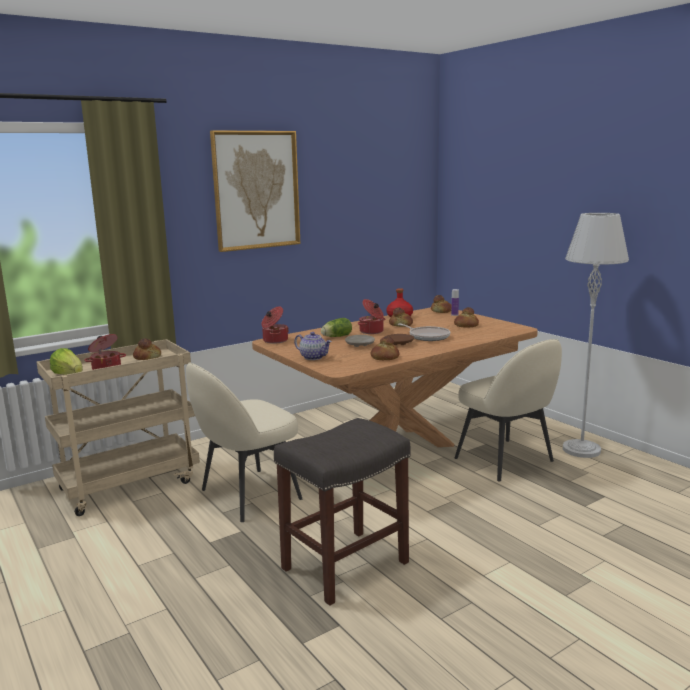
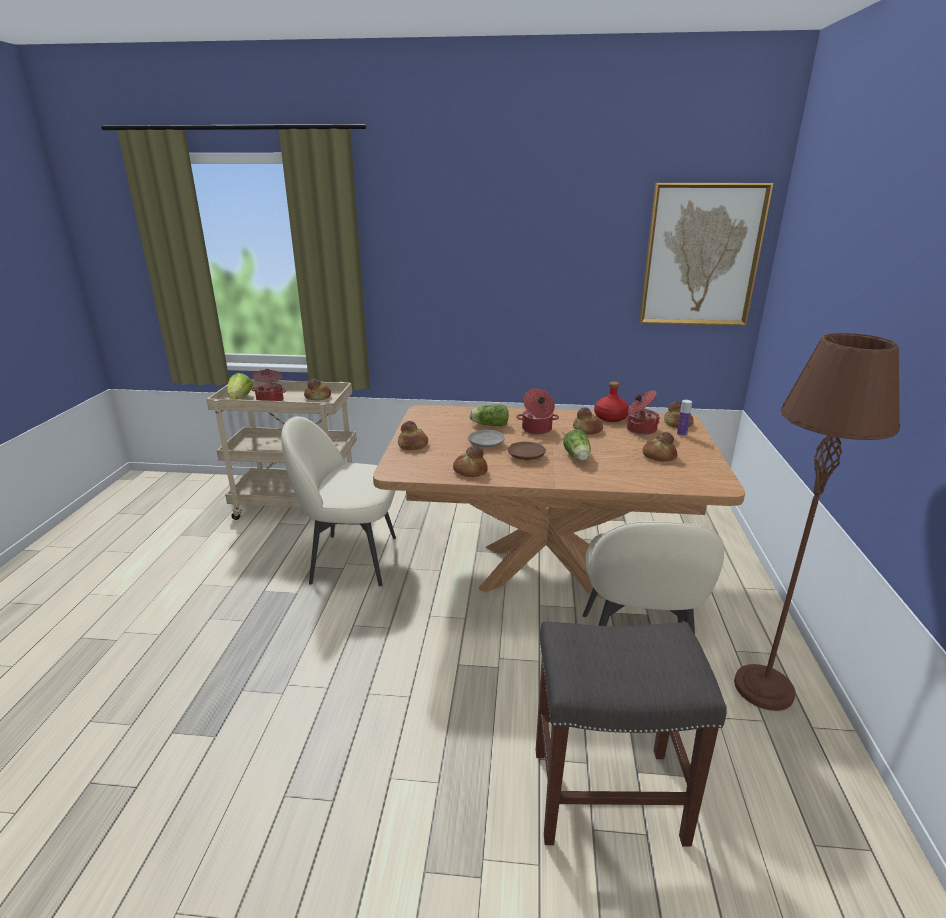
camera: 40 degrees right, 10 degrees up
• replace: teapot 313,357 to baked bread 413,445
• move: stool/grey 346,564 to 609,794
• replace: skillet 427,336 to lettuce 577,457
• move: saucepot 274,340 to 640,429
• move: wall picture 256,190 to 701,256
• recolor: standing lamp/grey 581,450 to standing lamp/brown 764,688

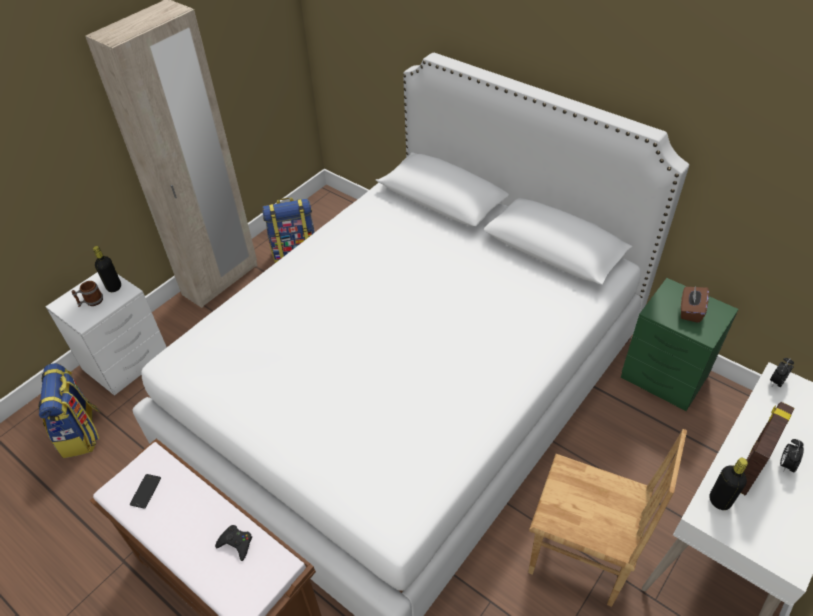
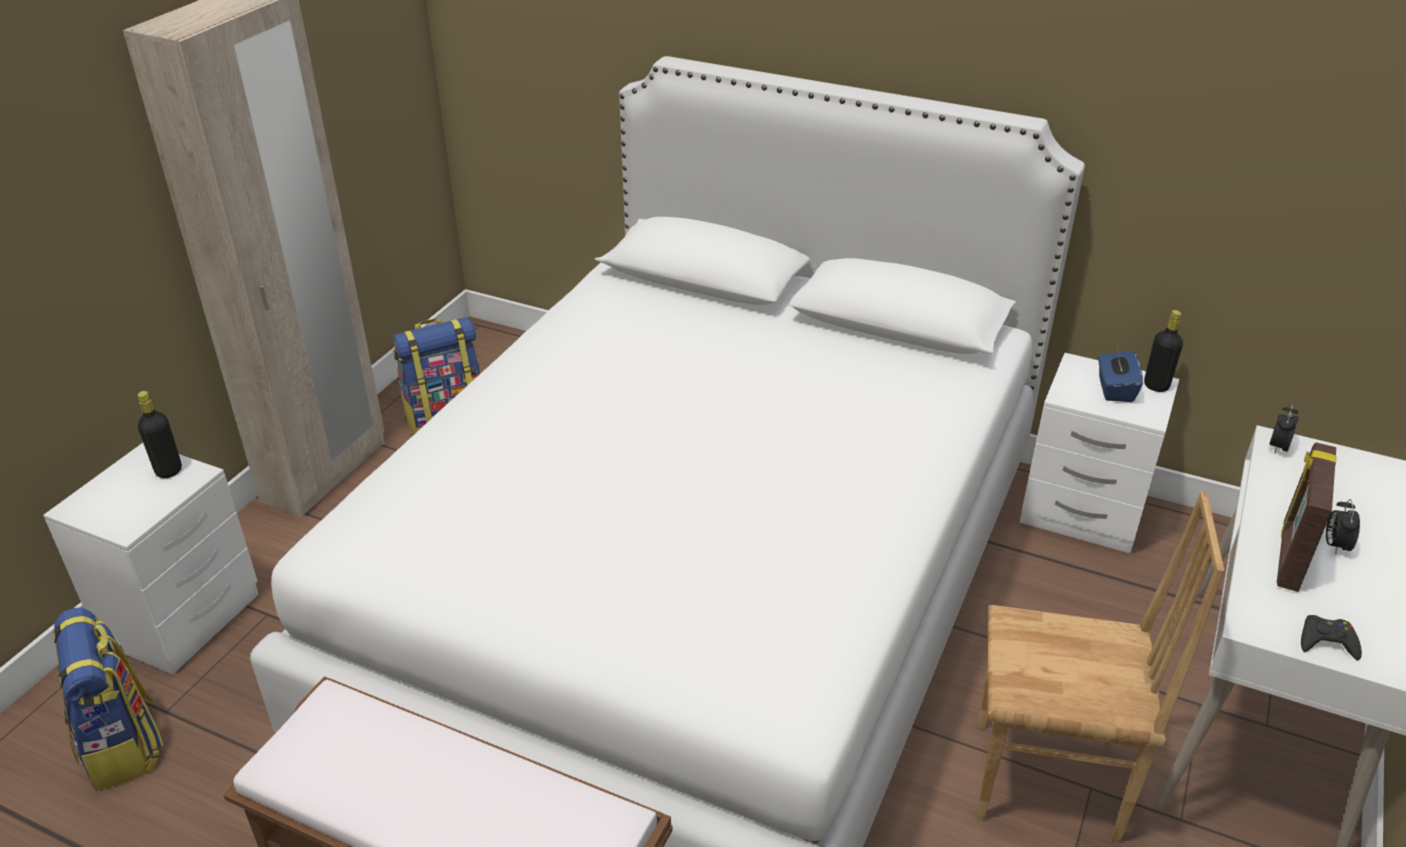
camera: 15 degrees left, 10 degrees down
• recolor: nightstand/green 665,378 to nightstand/white-coloured 1084,514
• recolor: tissue holder/brown 690,311 to tissue holder/blue-coloured 1114,389
• move: drink bottle/blackish 719,501 to 1156,385
• move: game controller/blackish 236,543 to 1326,642
• delete: mug 91,302
• delete: handset 146,491

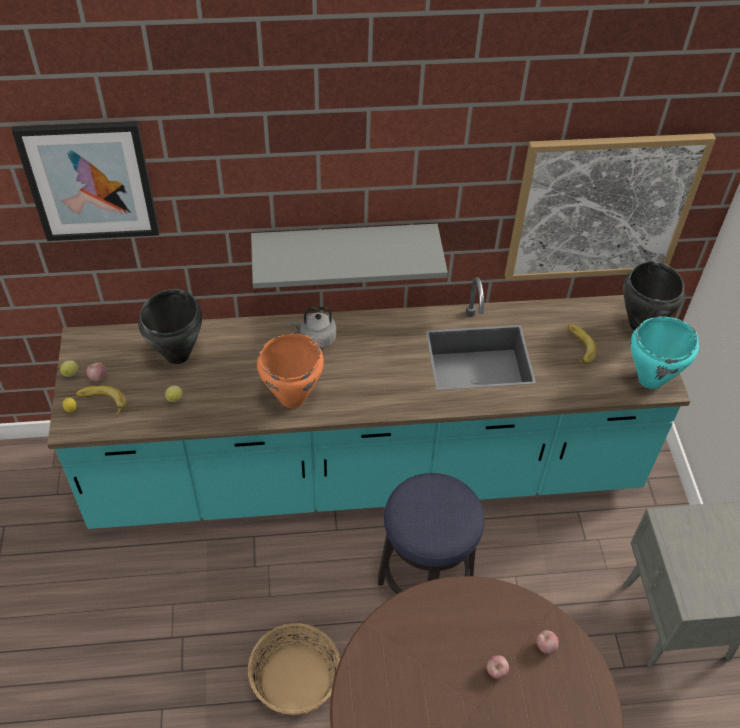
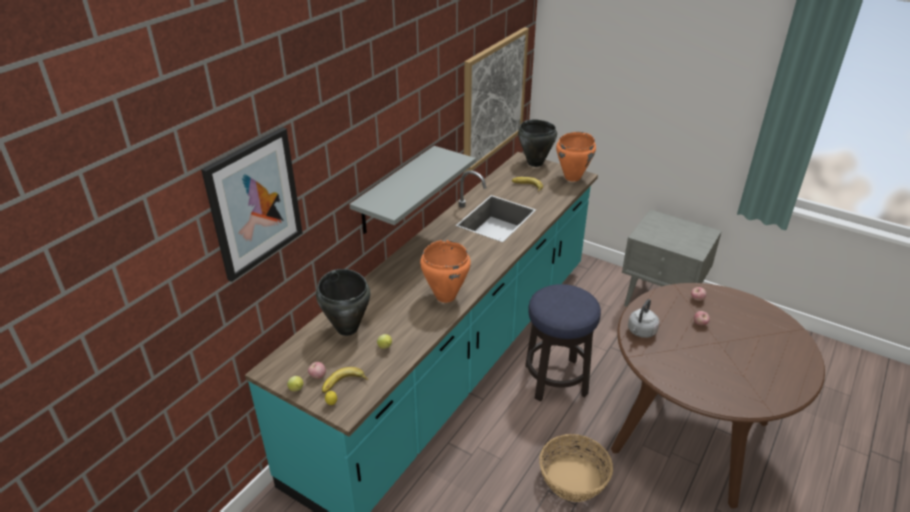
camera: 50 degrees left, 15 degrees down
• recolor: saucepot/turquoise 651,380 to saucepot/orange-coloured 573,177
• move: kettle/grey 316,338 to 641,332

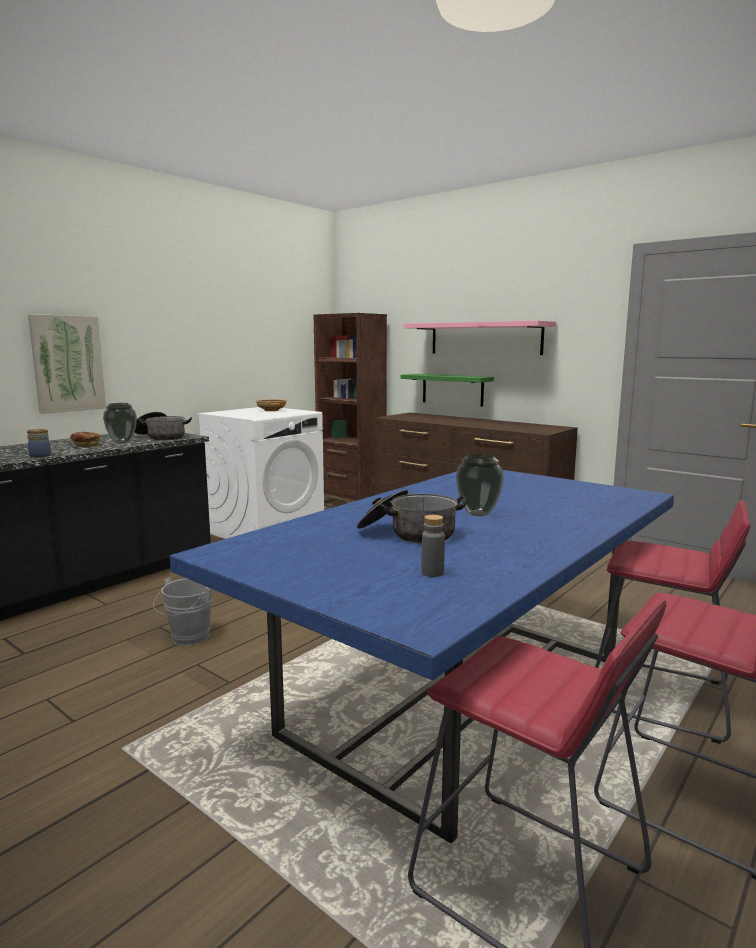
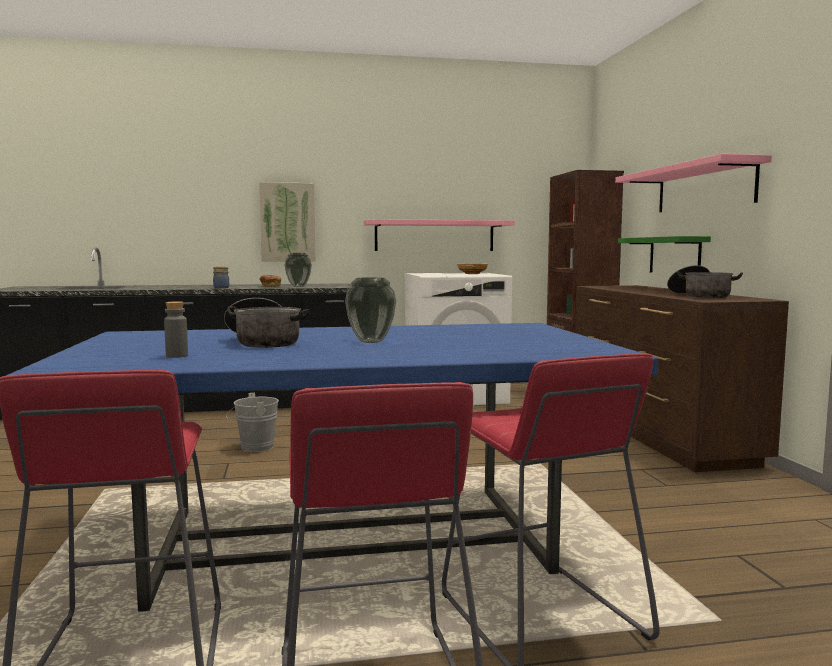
camera: 40 degrees right, 5 degrees down
• insert: bracket shelf/pink 434,236
• move: saucepot 161,437 to 700,296

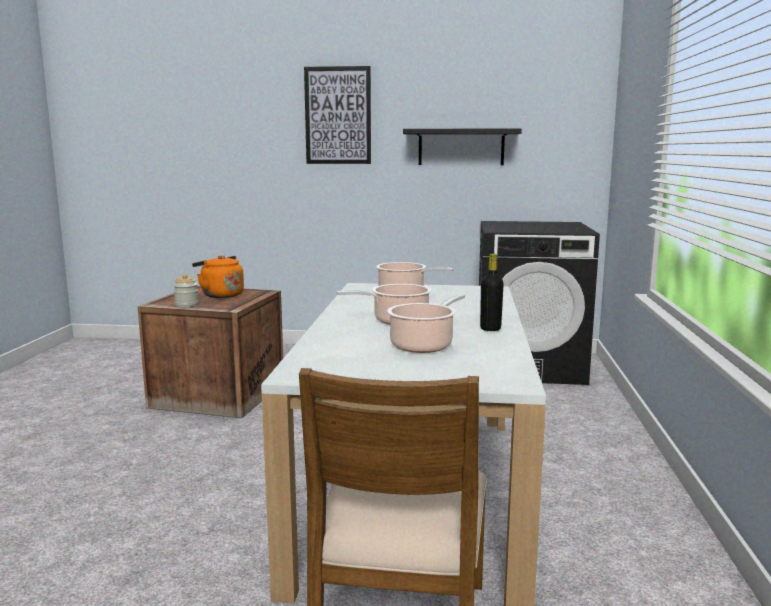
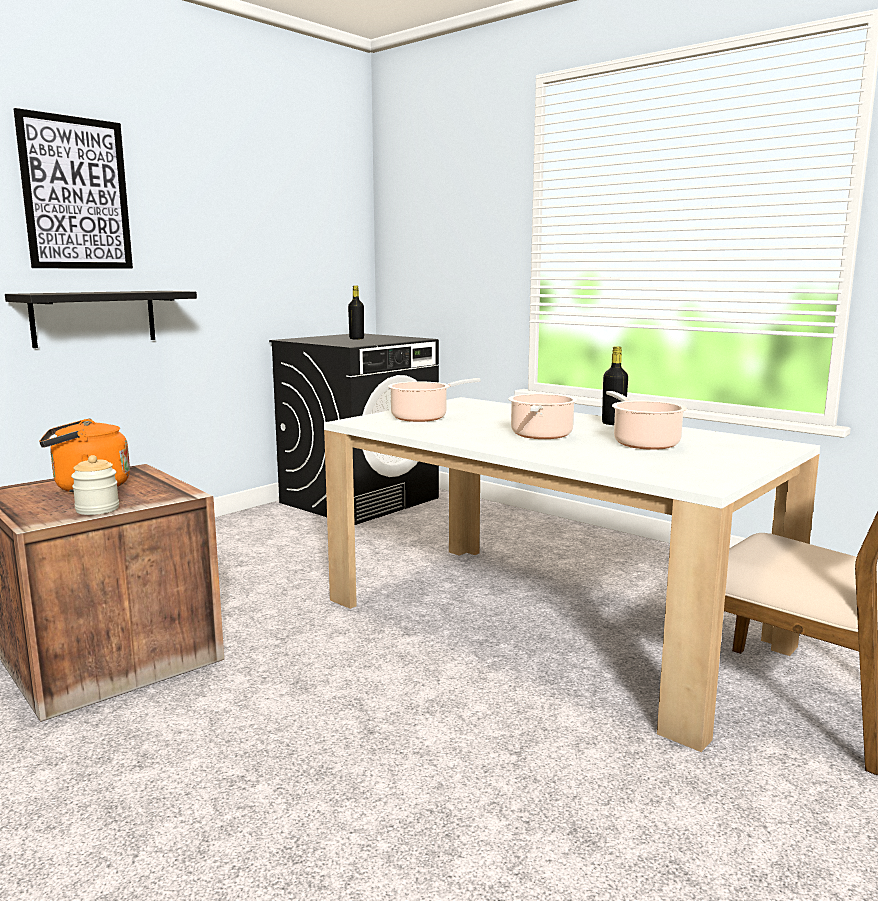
camera: 55 degrees left, 0 degrees up
• move: bracket shelf/blackish 461,147 to 94,318
• insert: drink bottle/blackish 356,339

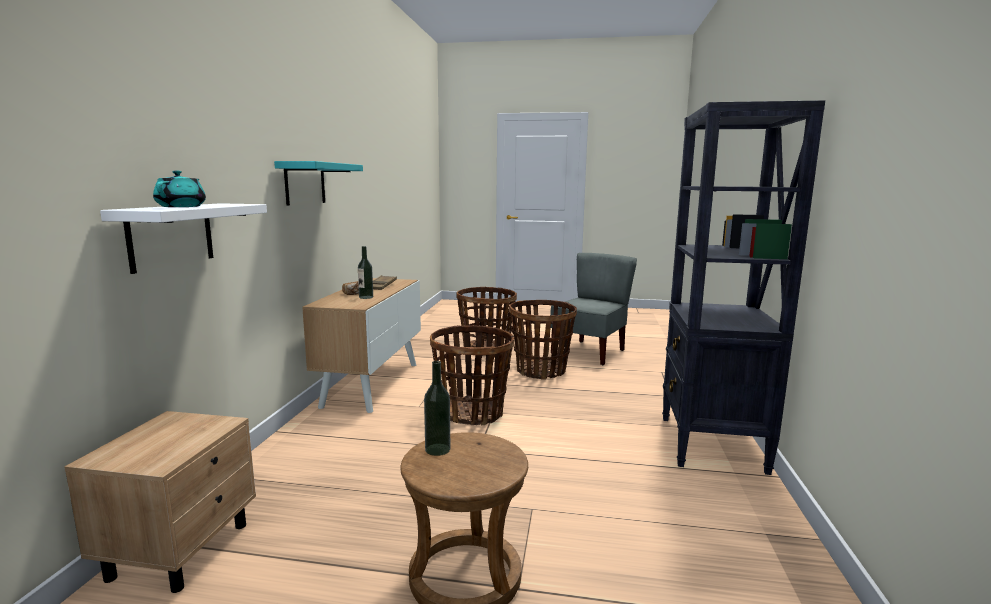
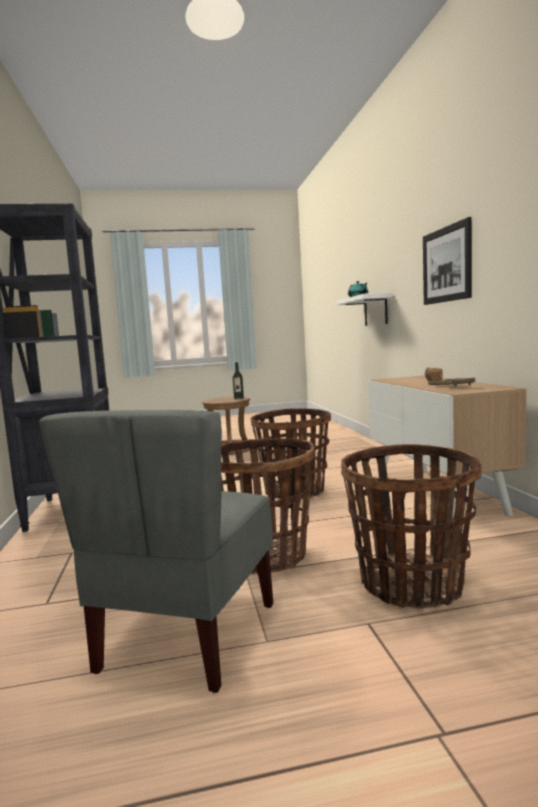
camera: 160 degrees right, 5 degrees down
• replace: bracket shelf/turquoise 305,183 to wall picture 446,264
• delete: nightstand/beige 182,549
• delete: drink bottle 366,297

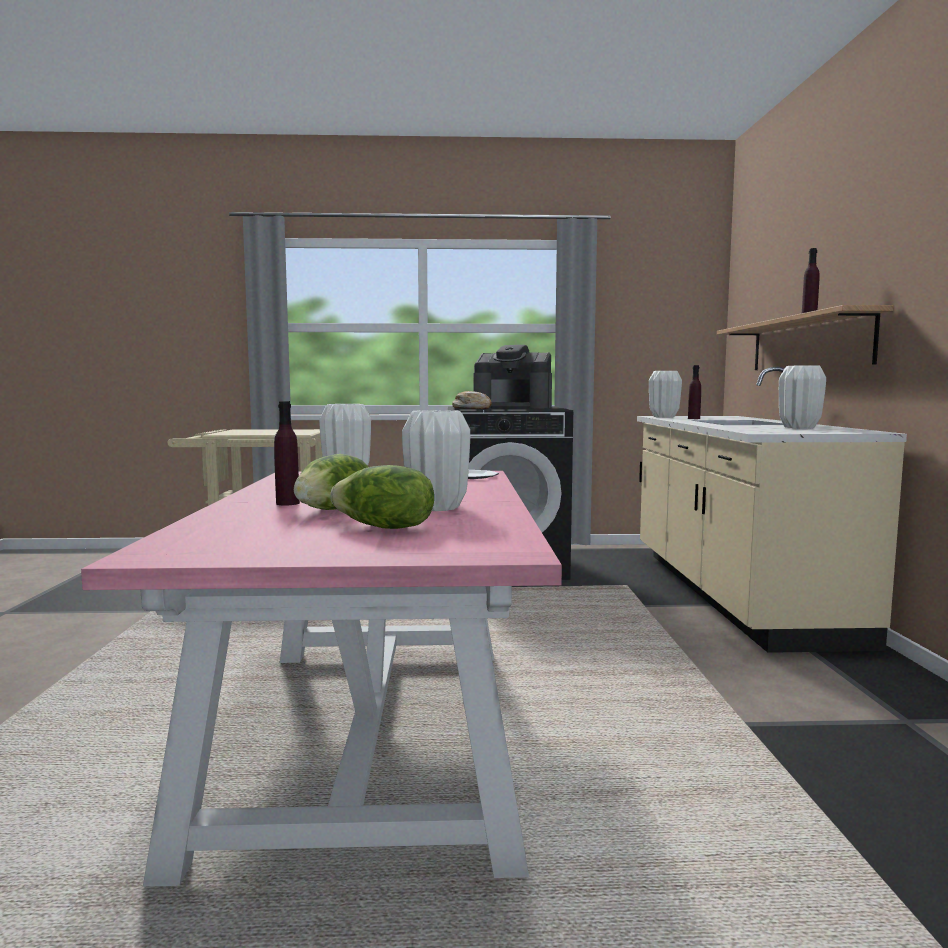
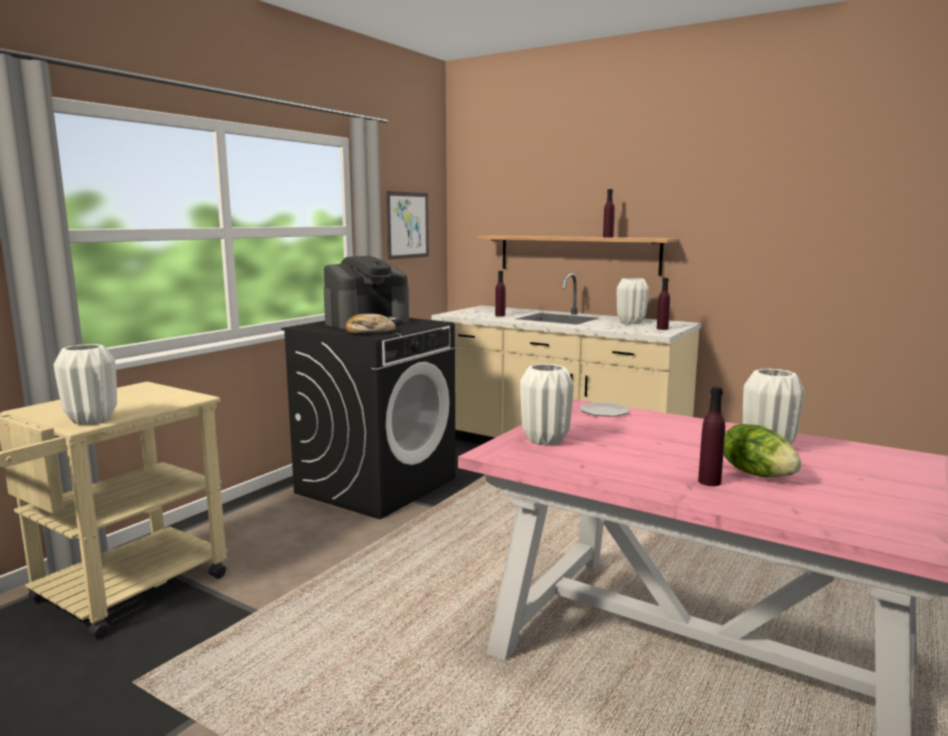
camera: 55 degrees left, 5 degrees up
• move: vase/white-coloured 663,417 to 91,420
• insert: wall picture 407,225
• insert: drink bottle/purple 662,328
• delete: lettuce 384,528

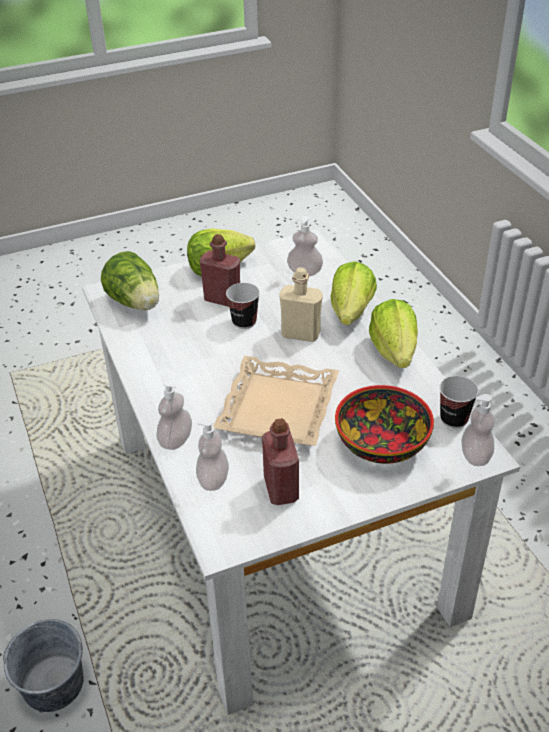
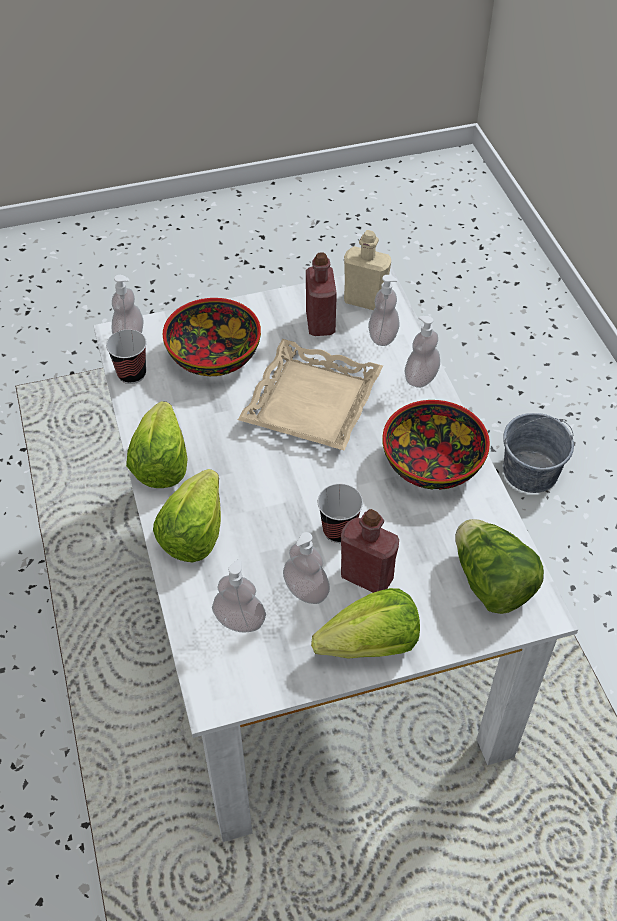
camera: 175 degrees left, 10 degrees up
• insert: soap dispenser 306,590
• move: drink bottle/beige 300,334 to 365,301
• insert: serving bowl 433,464

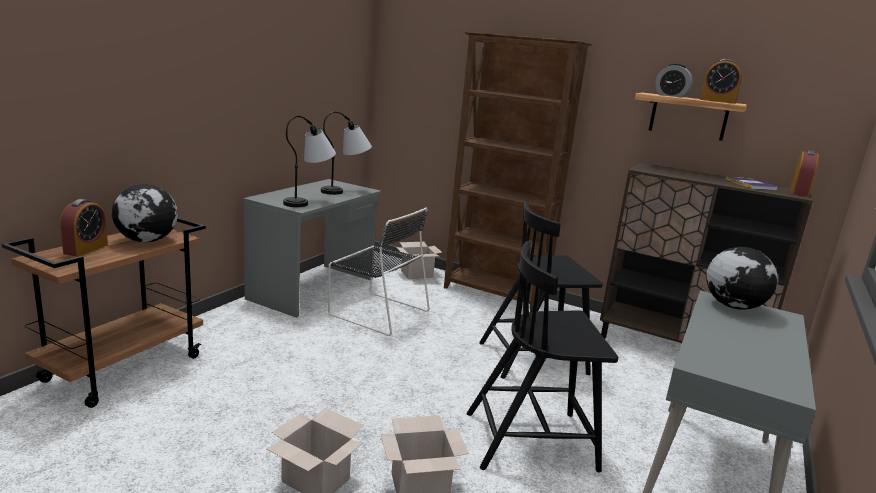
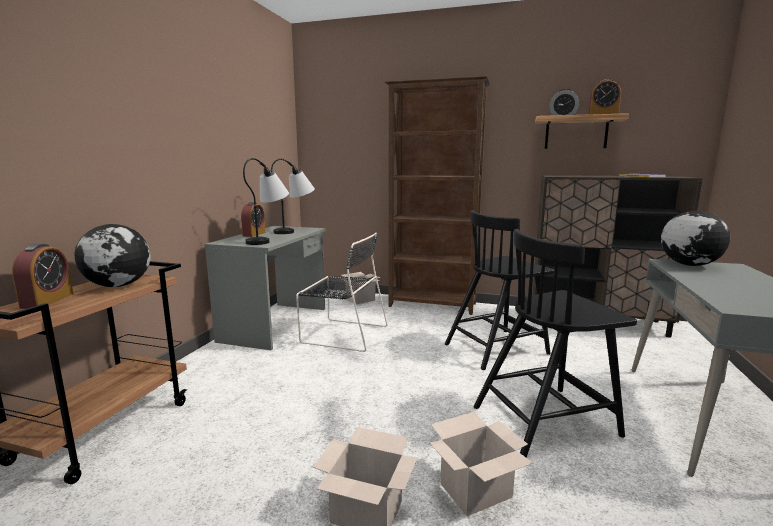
camera: 10 degrees left, 5 degrees down
• move: alarm clock 798,192 to 254,234

